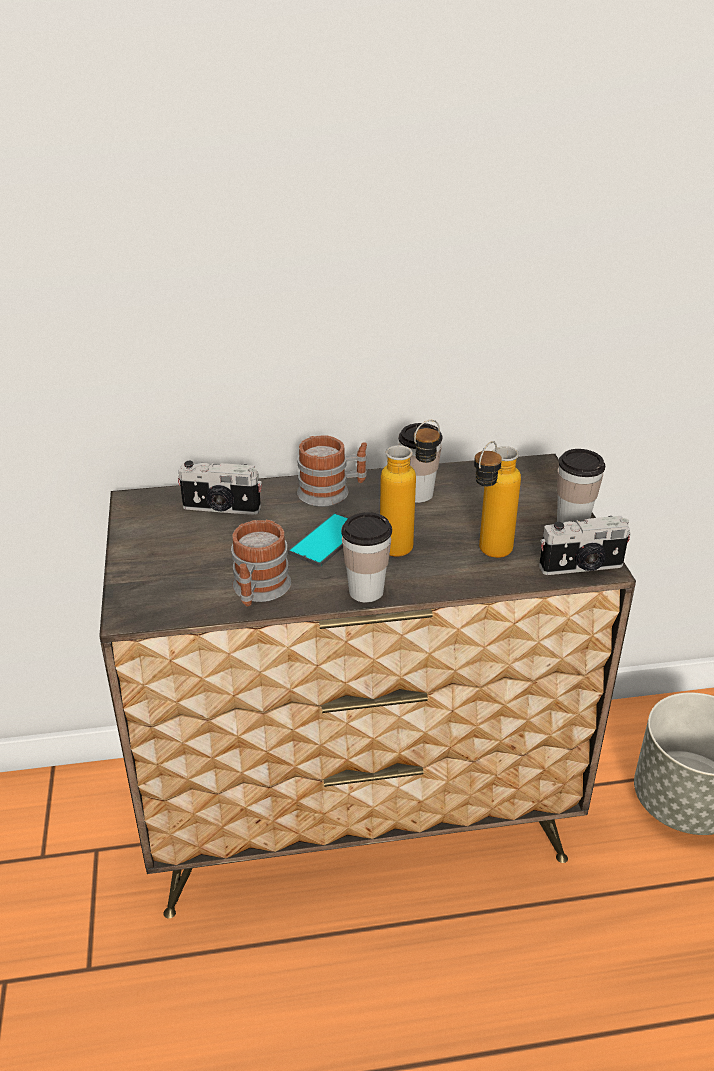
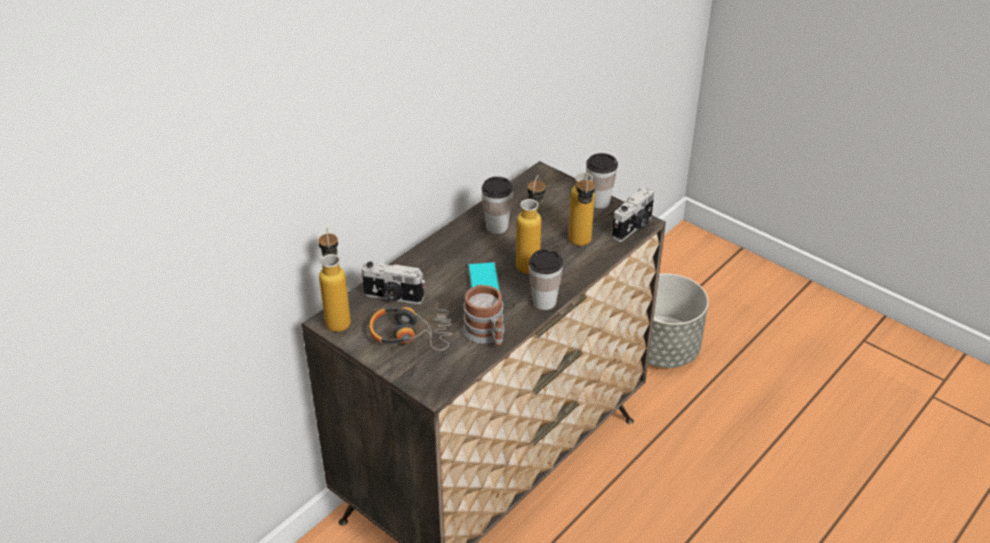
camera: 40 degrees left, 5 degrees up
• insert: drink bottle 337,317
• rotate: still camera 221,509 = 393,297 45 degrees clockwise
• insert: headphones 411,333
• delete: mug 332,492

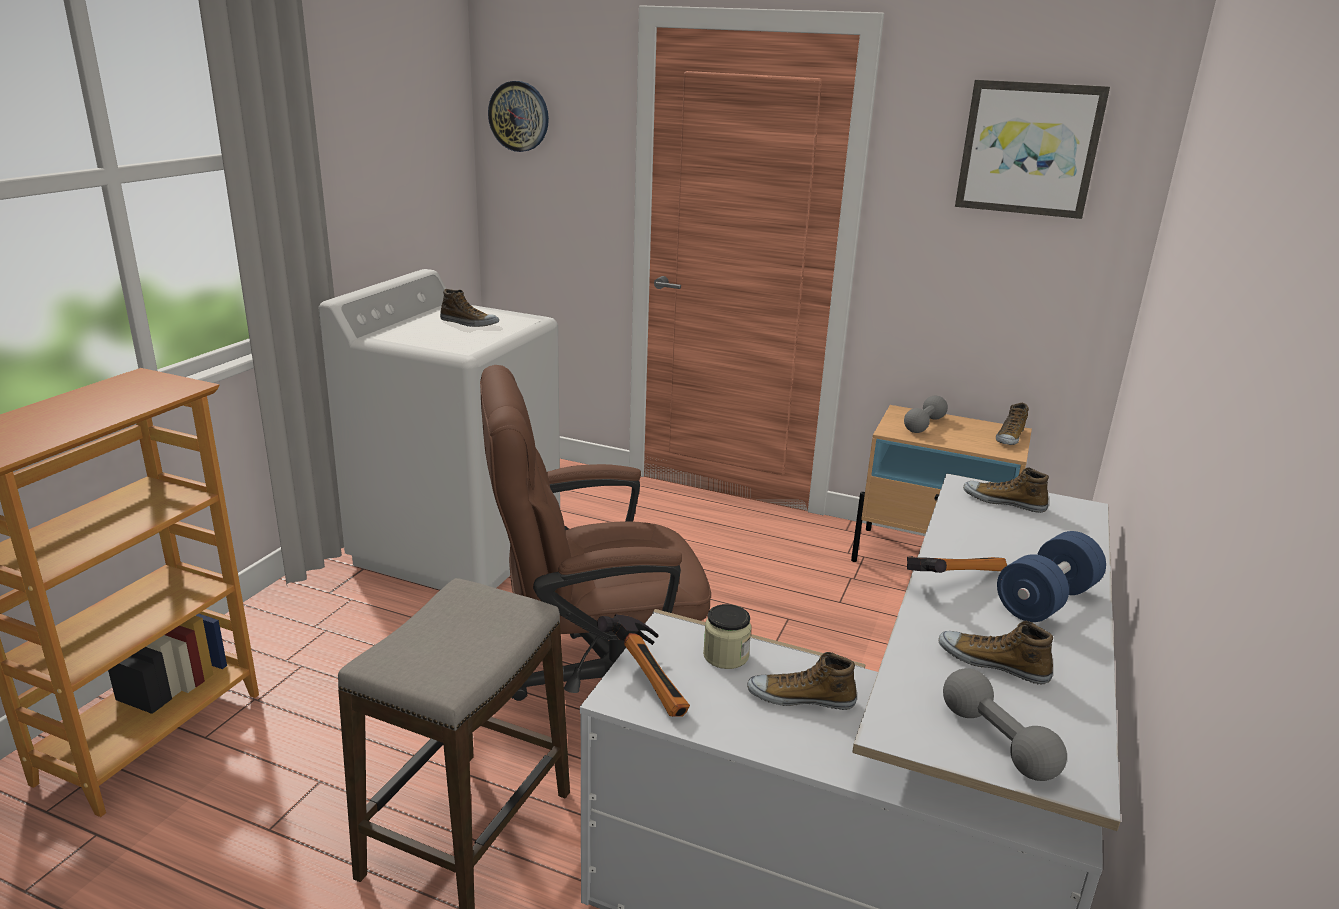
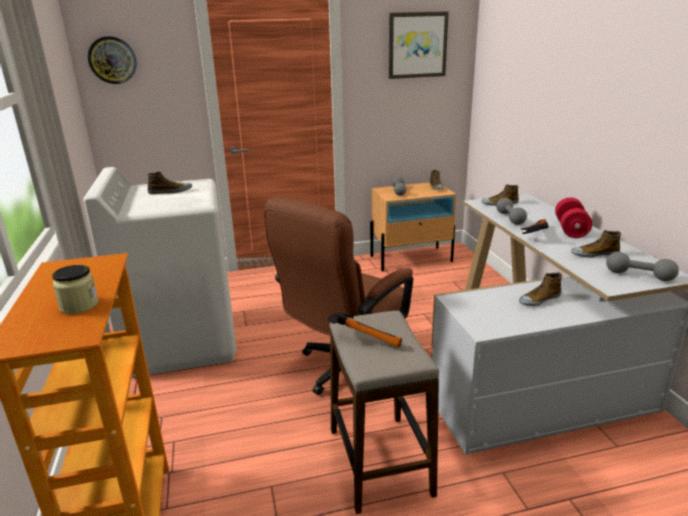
camera: 35 degrees left, 0 degrees up
• move: jar 726,656 to 79,305
• move: tool hammer 653,680 to 367,338
• insert: dumbbell/grey 510,218
• recolor: dumbbell/blue-coloured 1046,600 to dumbbell/red 570,229

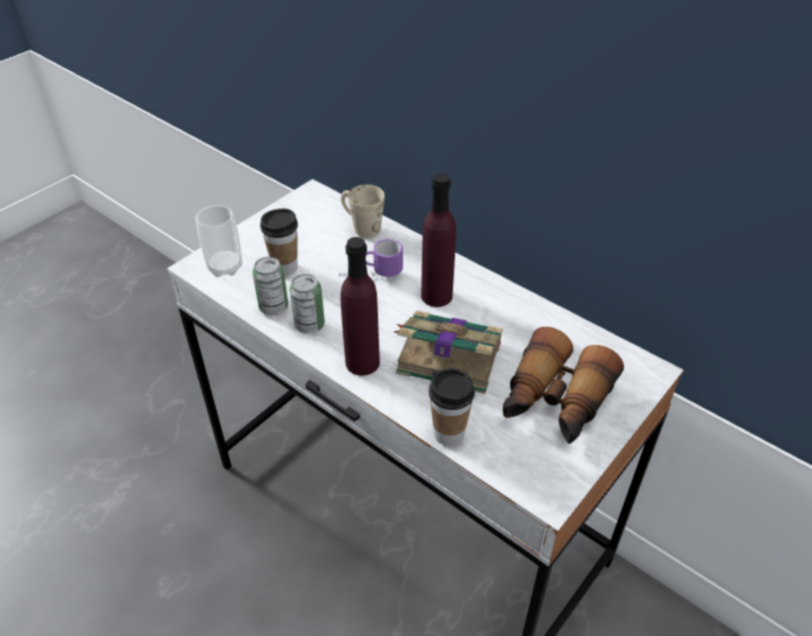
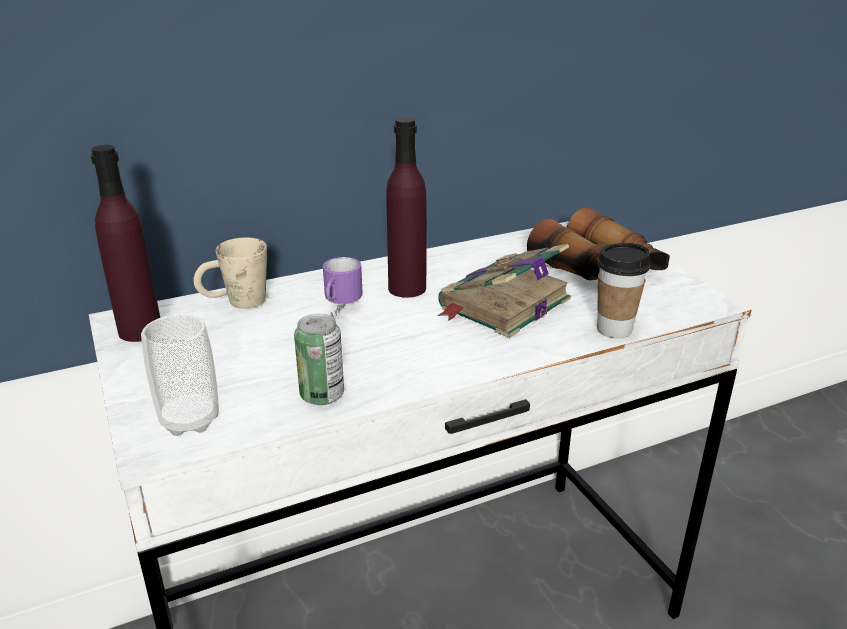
camera: 65 degrees left, 15 degrees down
• move: drink bottle/purple 362,362 to 140,331
• delete: drinking cup 285,267
• delete: sealed can 309,325

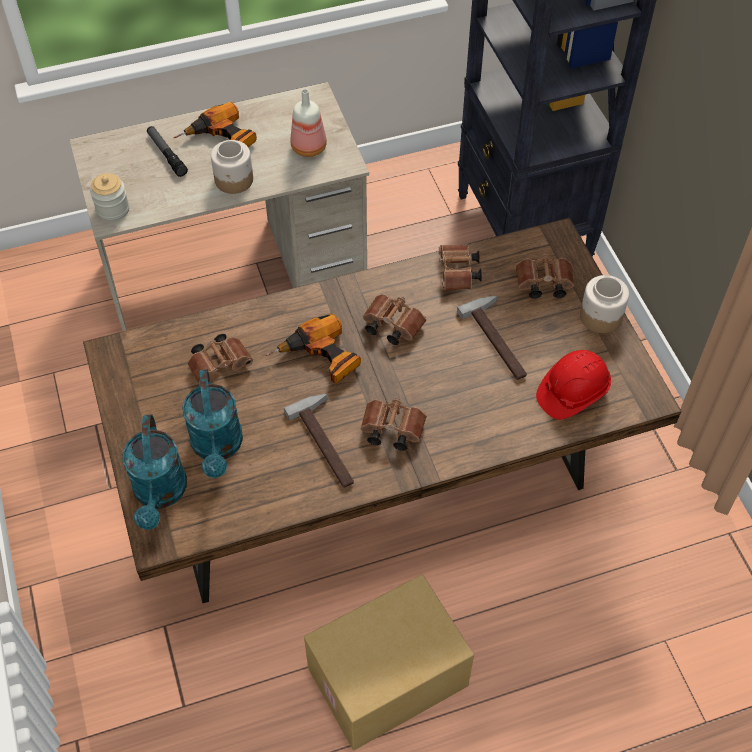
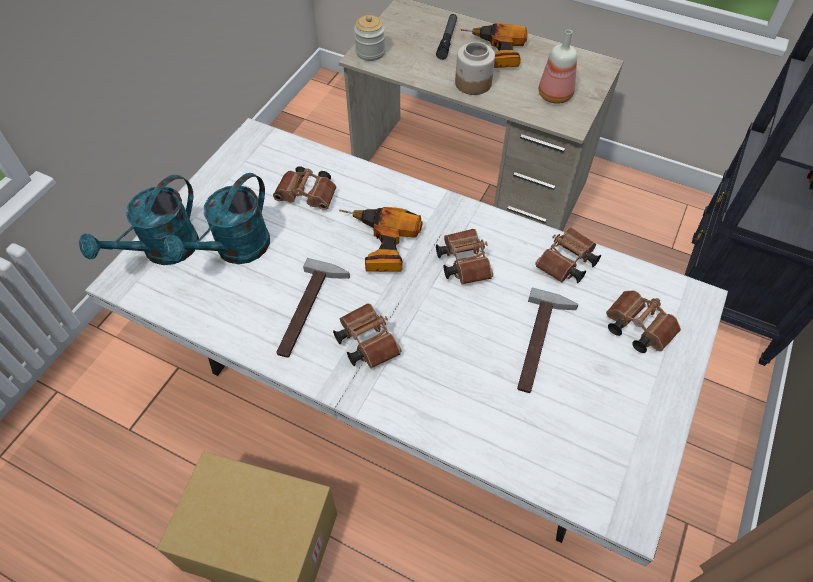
camera: 45 degrees right, 0 degrees up
• recolor: kitchen table/brown 377,483 to kitchen table/white-coloured 408,394
• delete: hard hat/red 572,392
• delete: jar 600,316

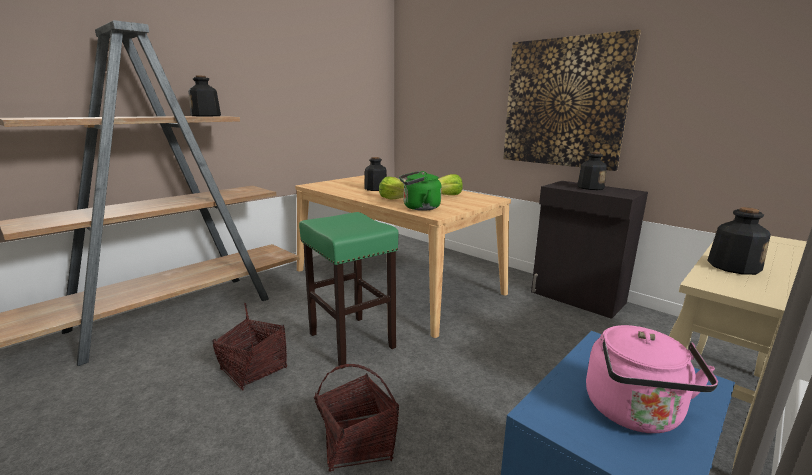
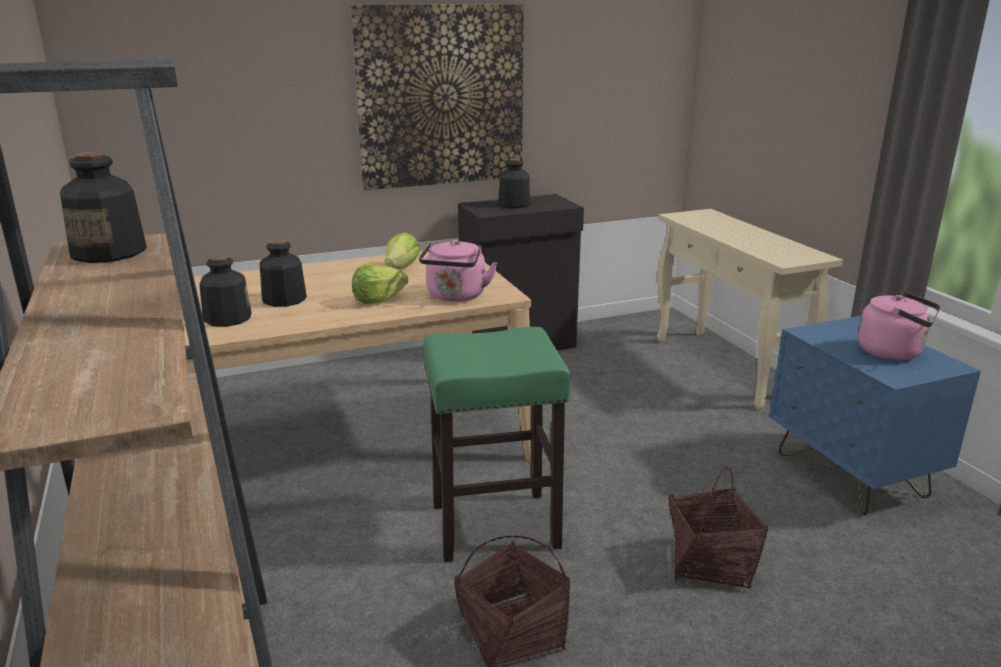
camera: 65 degrees left, 5 degrees up
• move: drink bottle 732,266 to 227,318
• recolor: kettle/green 419,208 to kettle/pink 455,296

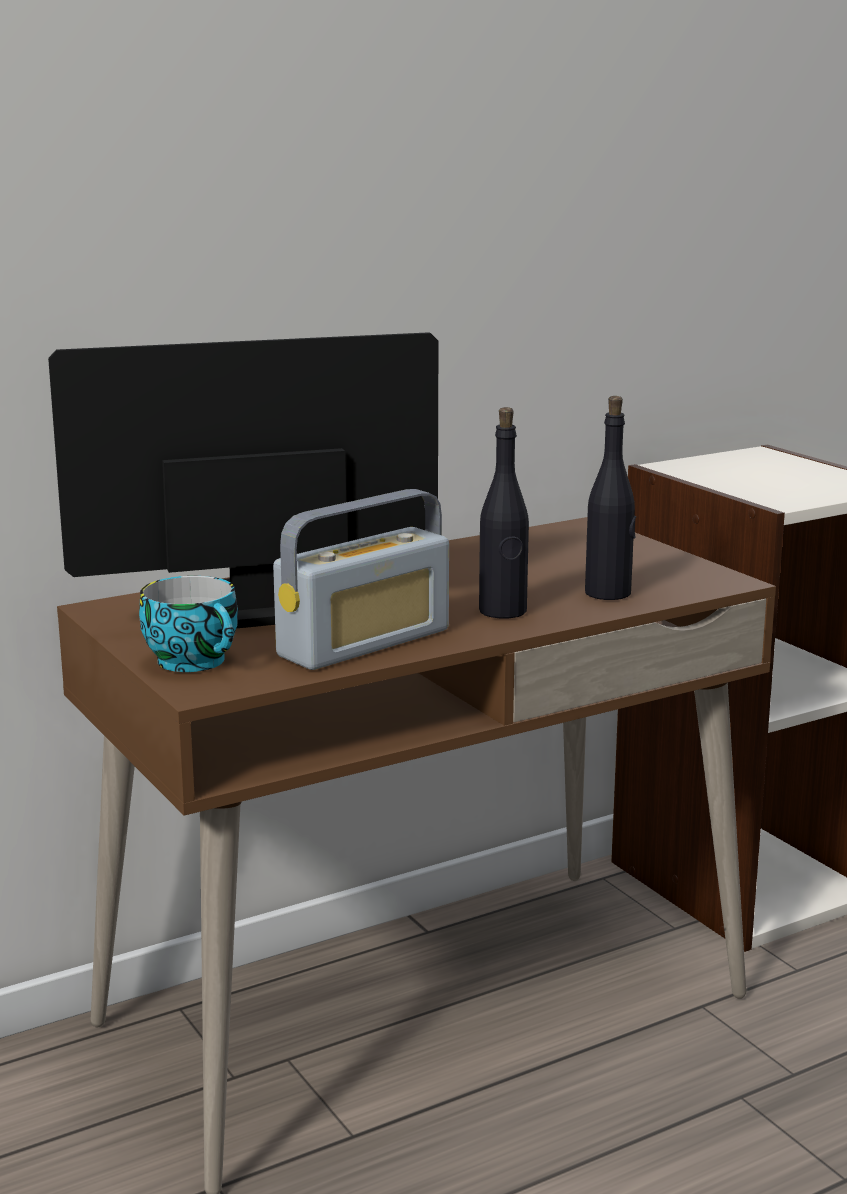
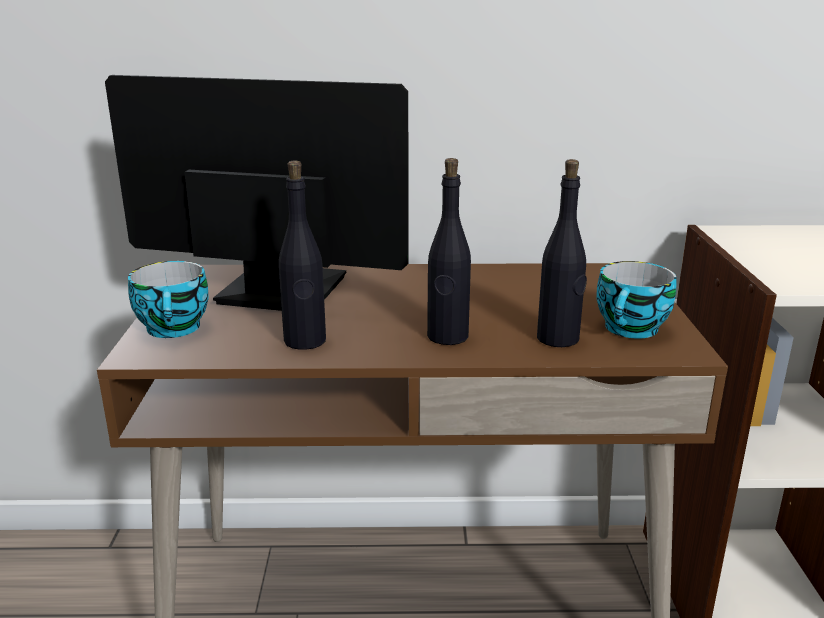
camera: 30 degrees right, 5 degrees up
• replace: radio receiver 364,643 to drink bottle/blackish 305,341
• insert: drinking cup 632,330

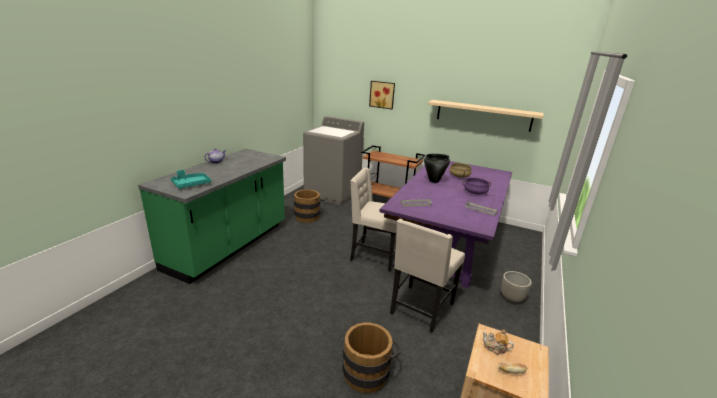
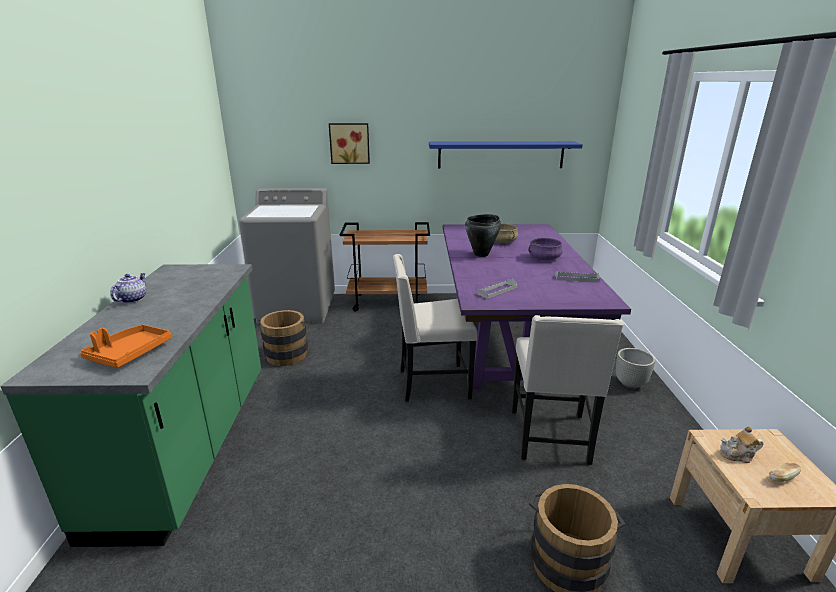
camera: 25 degrees left, 0 degrees up
• recolor: tray/turquoise 191,184 to tray/orange-coloured 129,353
• recolor: bracket shelf/beige 483,115 to bracket shelf/blue-coloured 500,155

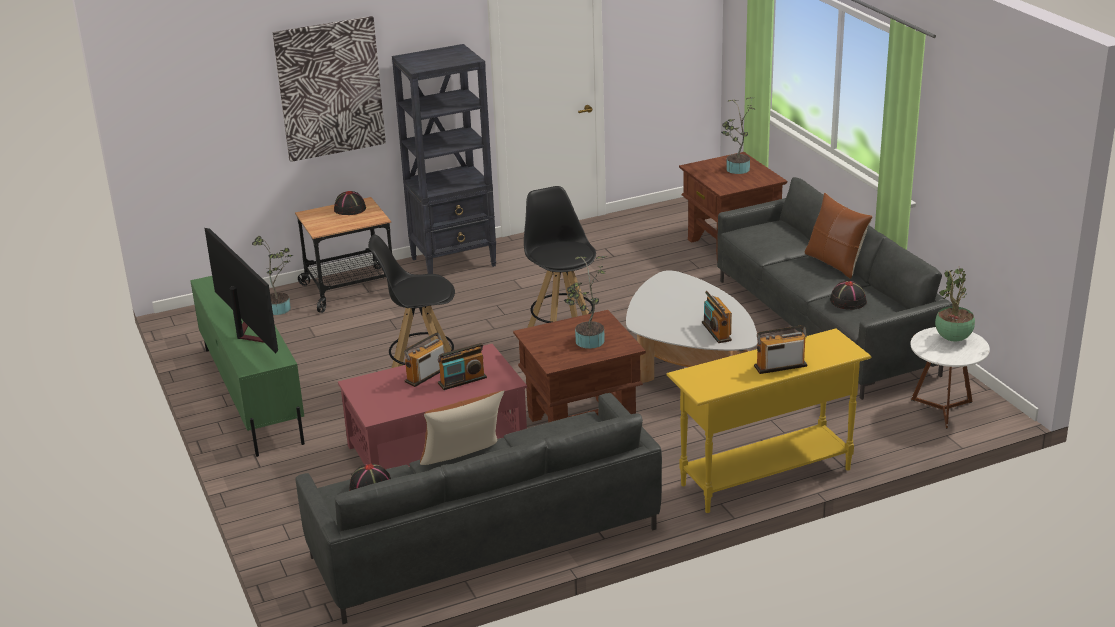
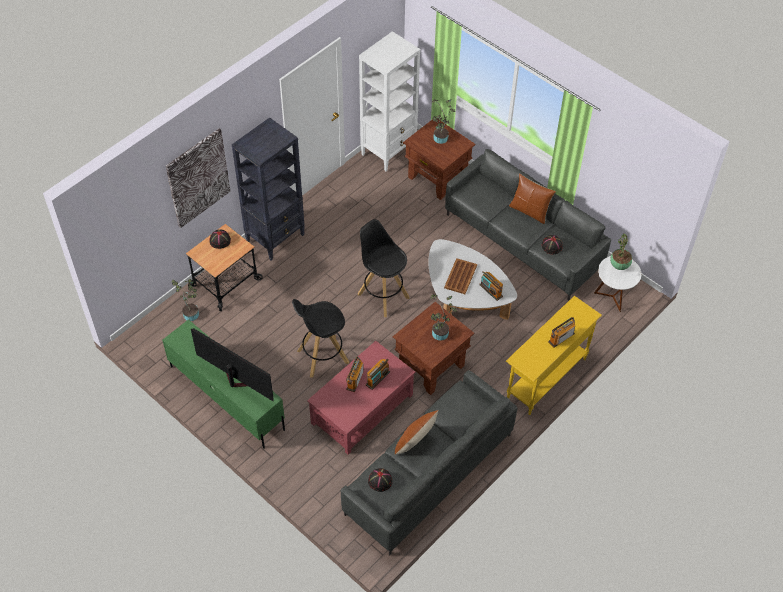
camera: 25 degrees left, 25 degrees up
• insert: bookcase/white-coloured 389,151
• insert: tray/brown 461,276

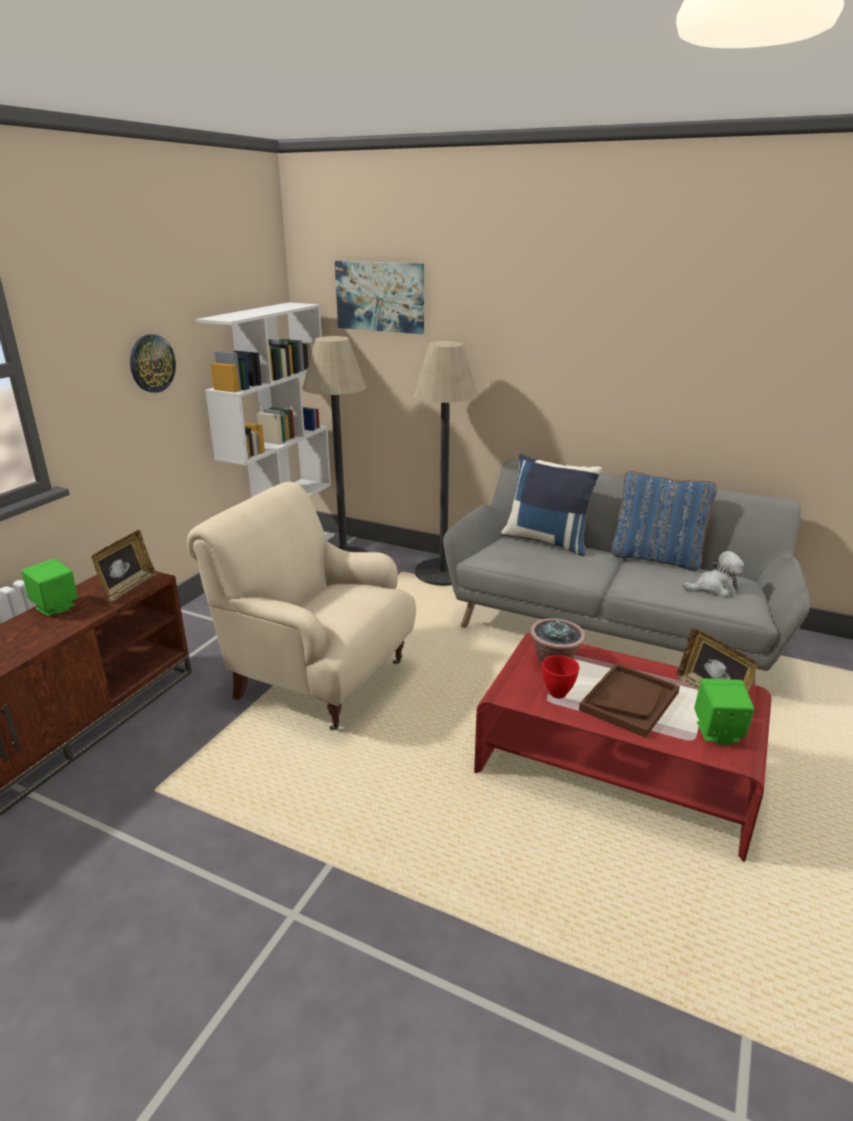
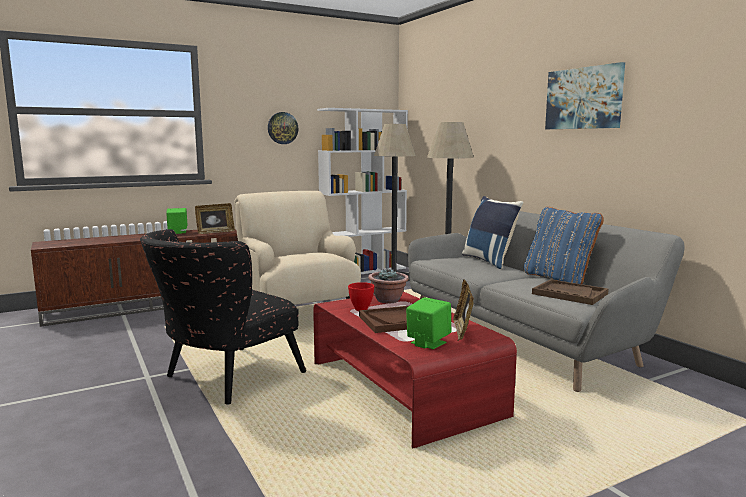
camera: 35 degrees right, 15 degrees down
• insert: armchair/blackish 223,379
• replace: soft toy 714,588 to tray/brown 569,294
• move: wall picture 380,296 to 584,98

